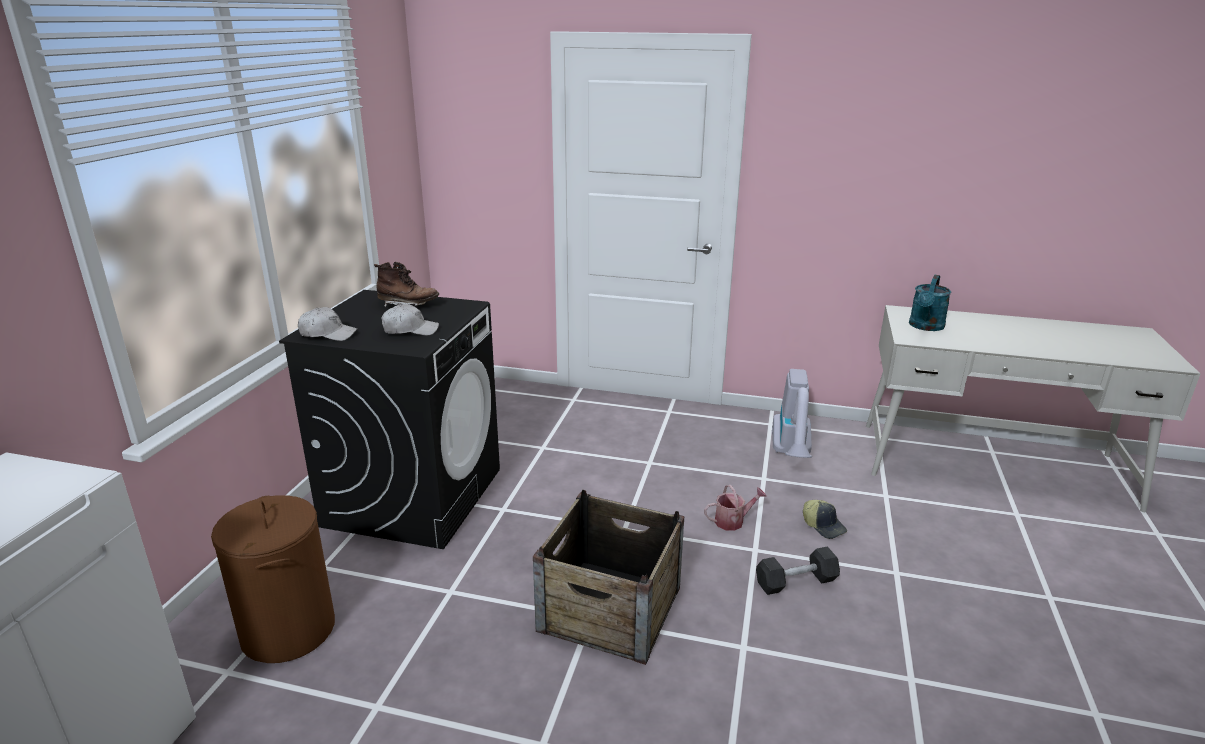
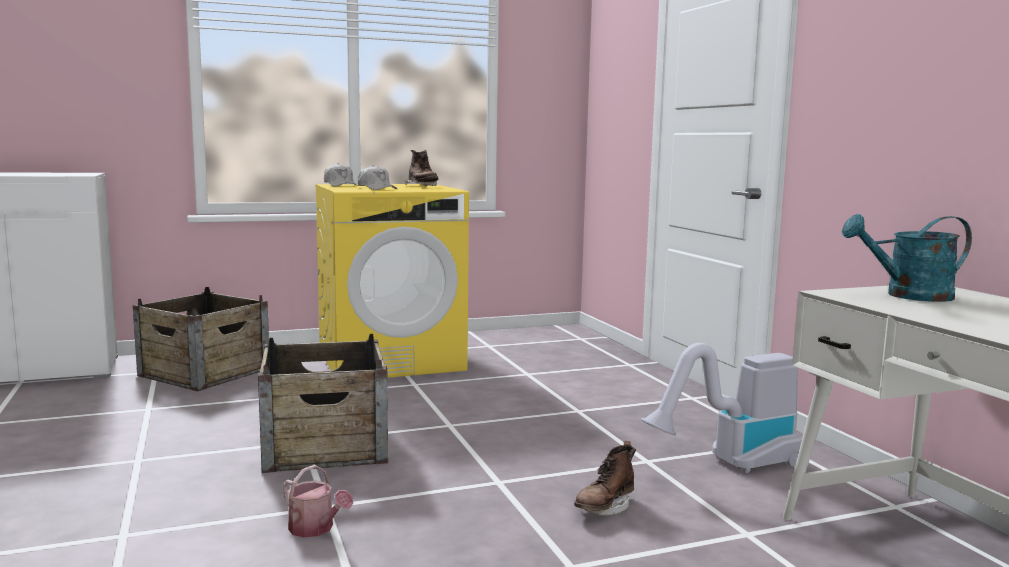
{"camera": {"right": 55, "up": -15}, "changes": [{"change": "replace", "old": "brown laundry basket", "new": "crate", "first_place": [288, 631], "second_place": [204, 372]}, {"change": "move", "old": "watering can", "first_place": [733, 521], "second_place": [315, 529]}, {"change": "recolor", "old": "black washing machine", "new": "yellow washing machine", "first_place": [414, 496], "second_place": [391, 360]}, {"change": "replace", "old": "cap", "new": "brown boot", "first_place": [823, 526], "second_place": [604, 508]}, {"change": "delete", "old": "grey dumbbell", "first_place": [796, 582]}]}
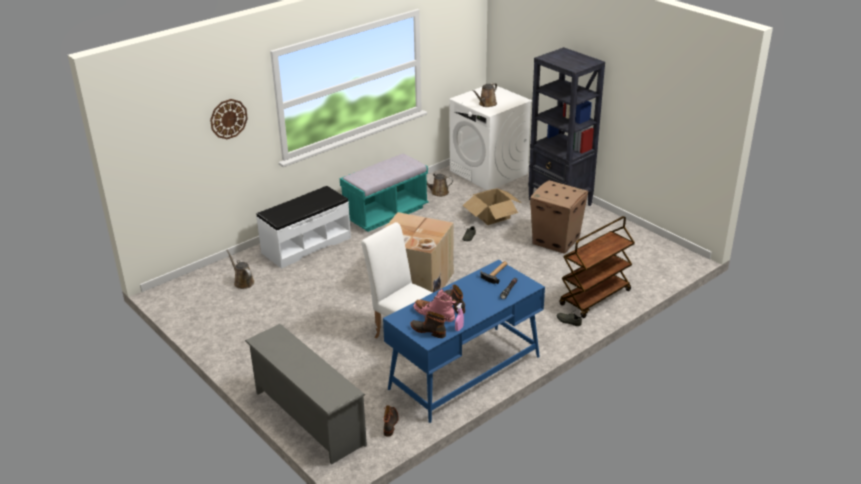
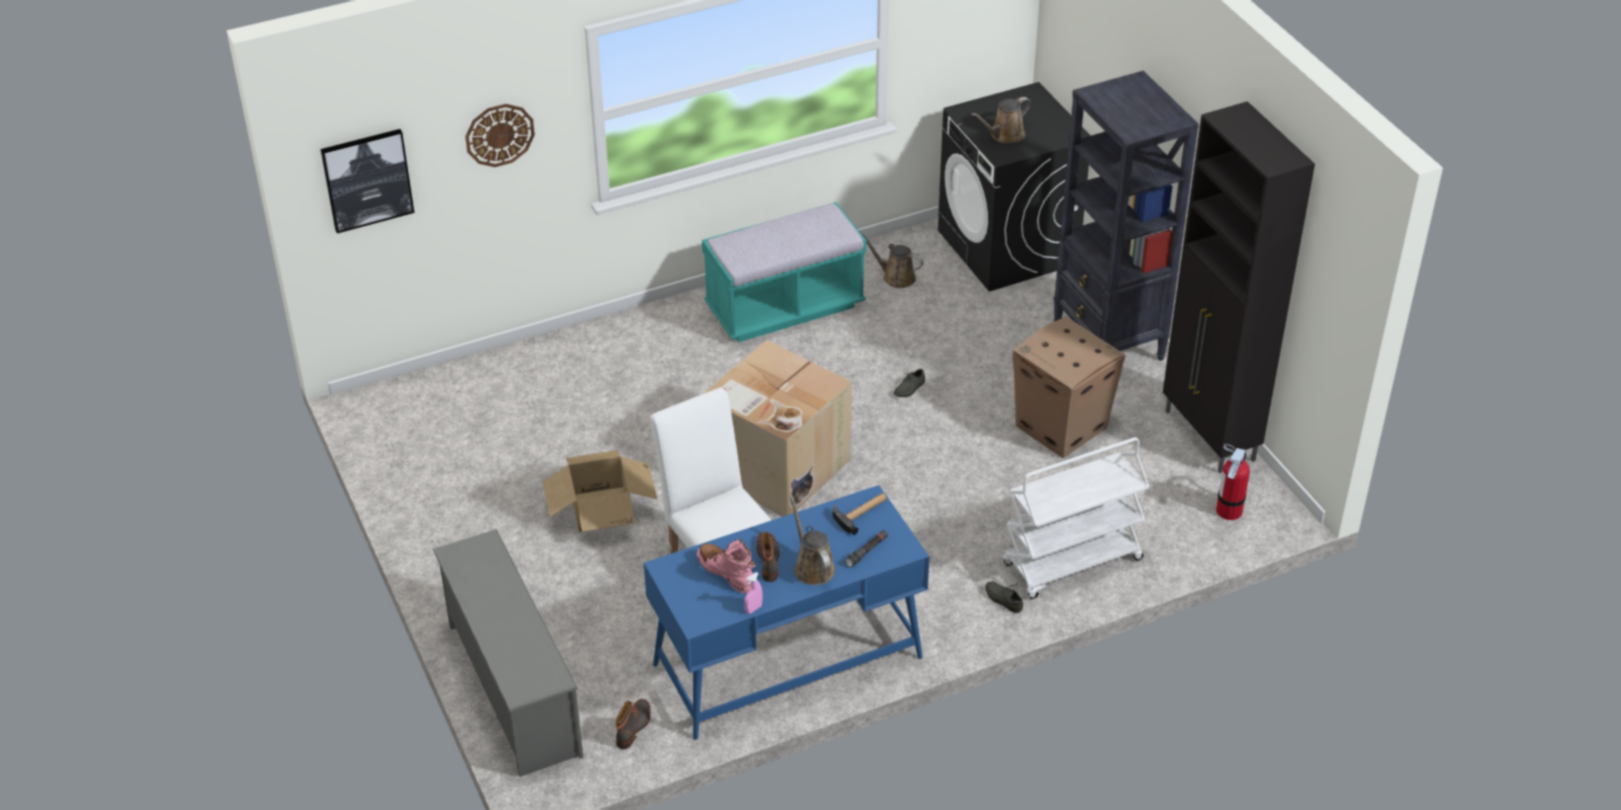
{"camera": {"right": 15, "up": 10}, "changes": [{"change": "insert", "new": "picture", "second_place": [367, 179]}, {"change": "move", "old": "cardboard box", "first_place": [492, 215], "second_place": [602, 509]}, {"change": "move", "old": "brown watering can", "first_place": [243, 282], "second_place": [812, 567]}, {"change": "recolor", "old": "white washing machine", "new": "black washing machine", "first_place": [488, 172], "second_place": [1008, 247]}, {"change": "recolor", "old": "brown cart", "new": "white cart", "first_place": [595, 298], "second_place": [1071, 563]}, {"change": "insert", "new": "black cabinet", "second_place": [1209, 437]}, {"change": "insert", "new": "fire extinguisher", "second_place": [1229, 510]}, {"change": "delete", "old": "white bench", "first_place": [306, 245]}, {"change": "delete", "old": "boot", "first_place": [428, 330]}]}
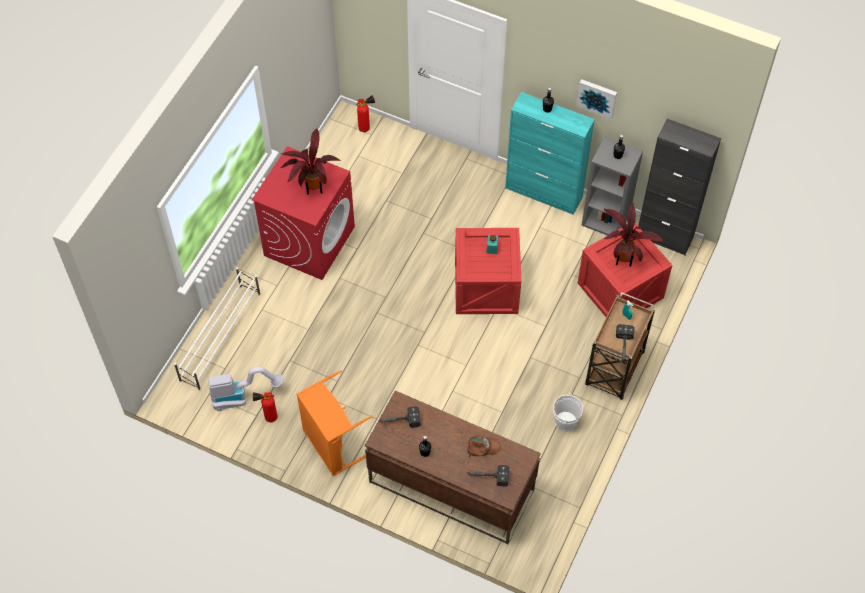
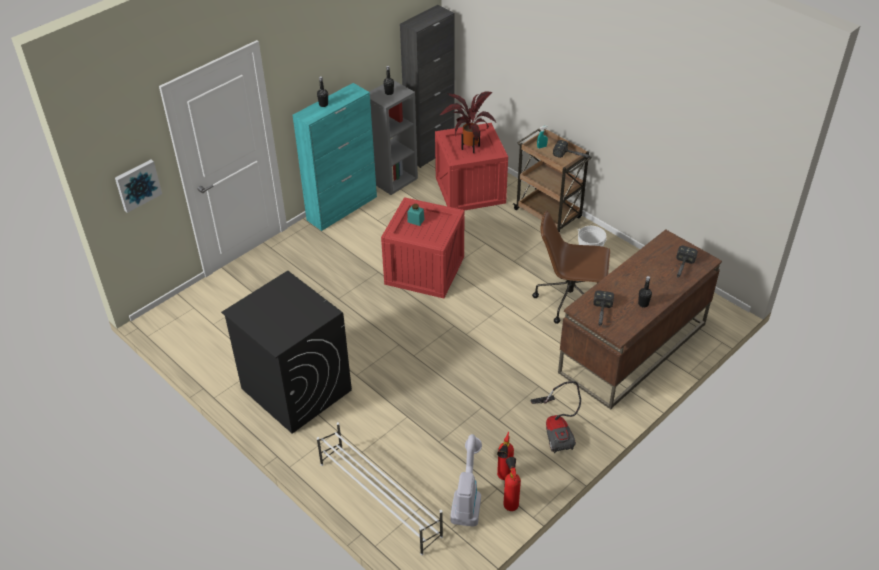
{"camera": {"right": -70, "up": -15}, "changes": [{"change": "move", "old": "picture", "first_place": [597, 97], "second_place": [137, 185]}, {"change": "recolor", "old": "red washing machine", "new": "black washing machine", "first_place": [309, 240], "second_place": [295, 389]}, {"change": "move", "old": "fire extinguisher", "first_place": [366, 128], "second_place": [510, 503]}, {"change": "replace", "old": "orange laundry basket", "new": "vacuum cleaner", "first_place": [332, 445], "second_place": [557, 429]}, {"change": "insert", "new": "brown office chair", "second_place": [570, 300]}, {"change": "delete", "old": "potted plant", "first_place": [312, 187]}, {"change": "delete", "old": "brown cap", "first_place": [482, 447]}]}
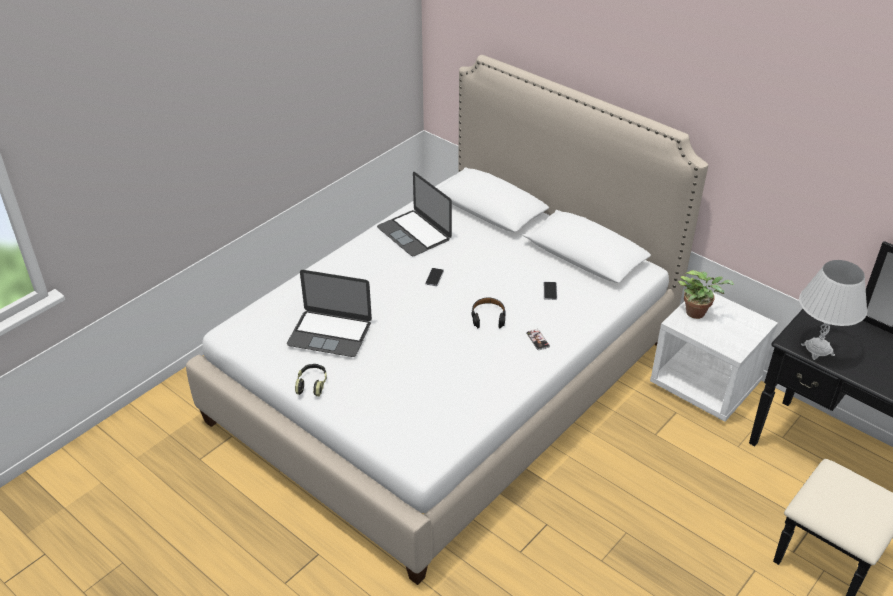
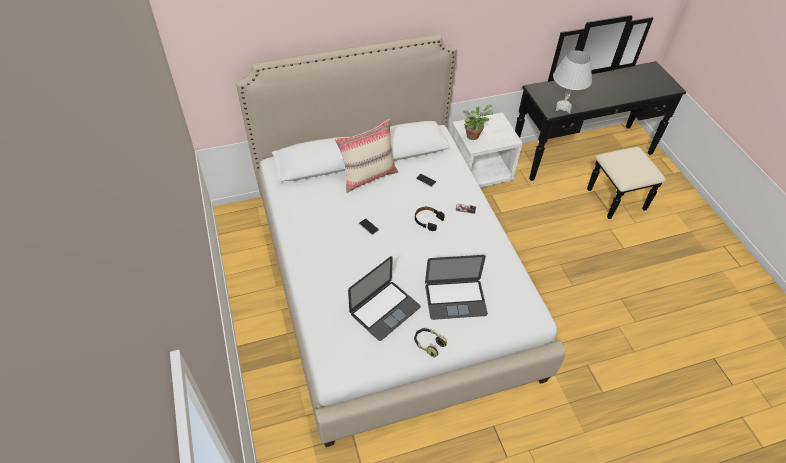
{"camera": {"right": -60, "up": 10}, "changes": [{"change": "insert", "new": "beige pillow", "second_place": [368, 176]}, {"change": "move", "old": "laptop", "first_place": [414, 233], "second_place": [455, 299]}]}
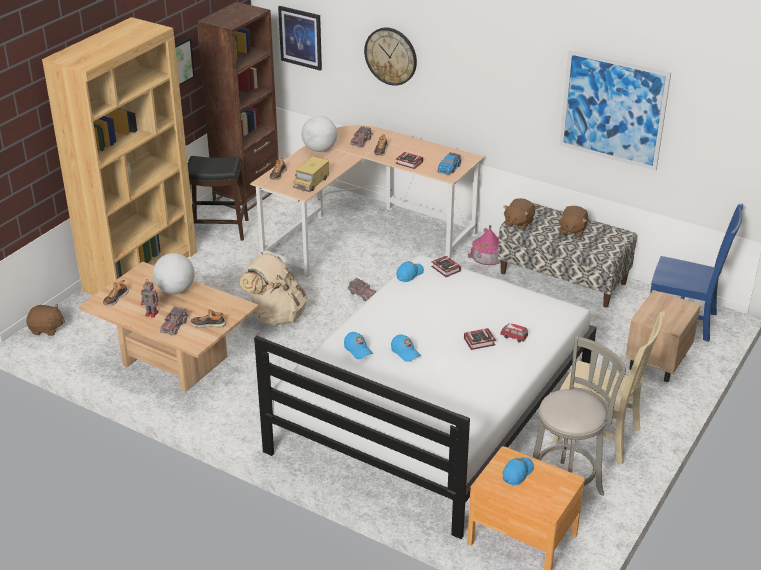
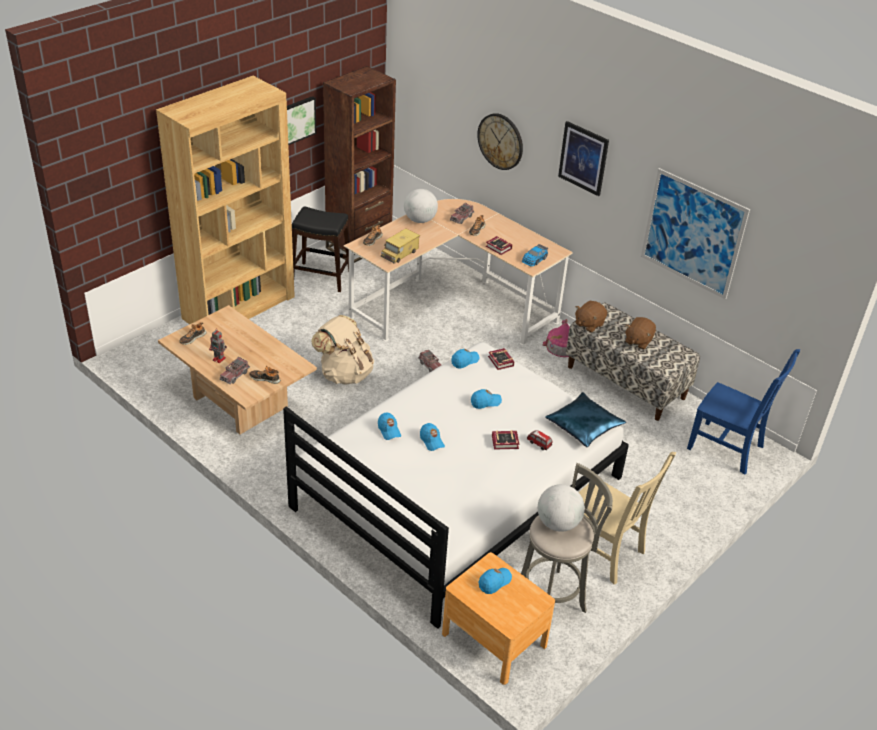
{"camera": {"right": 10, "up": 5}, "changes": [{"change": "insert", "new": "blue cap", "second_place": [485, 402]}, {"change": "move", "old": "globe", "first_place": [175, 290], "second_place": [558, 523]}, {"change": "insert", "new": "blue pillow", "second_place": [583, 425]}, {"change": "move", "old": "picture", "first_place": [300, 37], "second_place": [583, 158]}, {"change": "delete", "old": "brown plush toy", "first_place": [46, 329]}, {"change": "delete", "old": "beige nightstand", "first_place": [657, 362]}]}
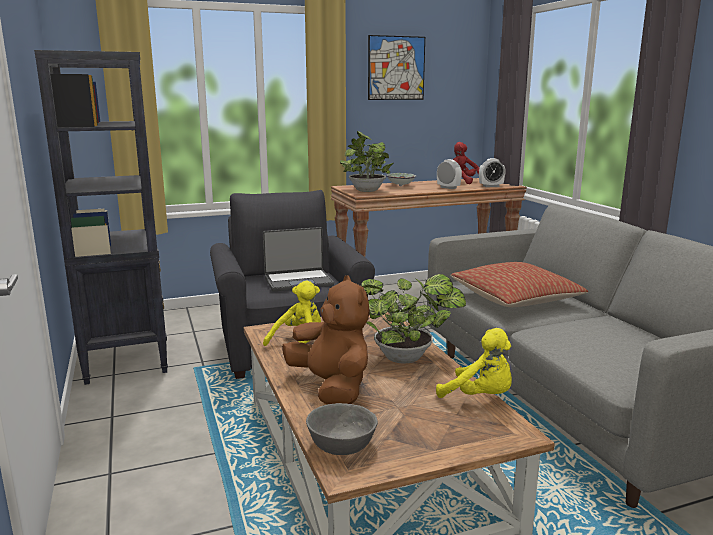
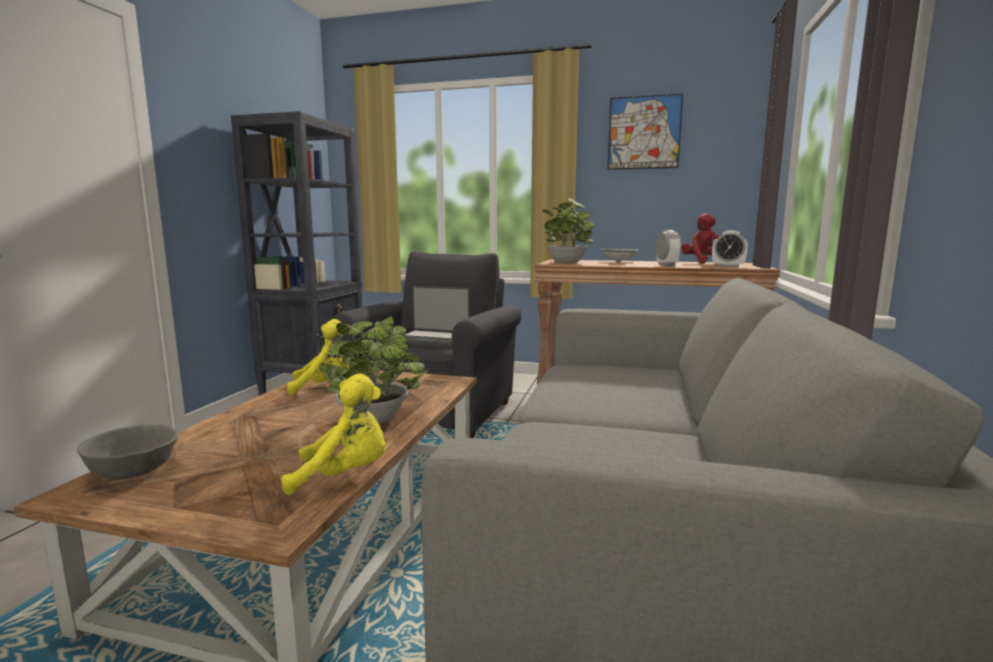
{"camera": {"right": 35, "up": -5}, "changes": [{"change": "rotate", "old": "yellow plush toy", "first_place": [480, 397], "second_place": [345, 476], "degrees": -75}, {"change": "delete", "old": "brown plush toy", "first_place": [332, 388]}, {"change": "delete", "old": "pillow", "first_place": [515, 299]}]}
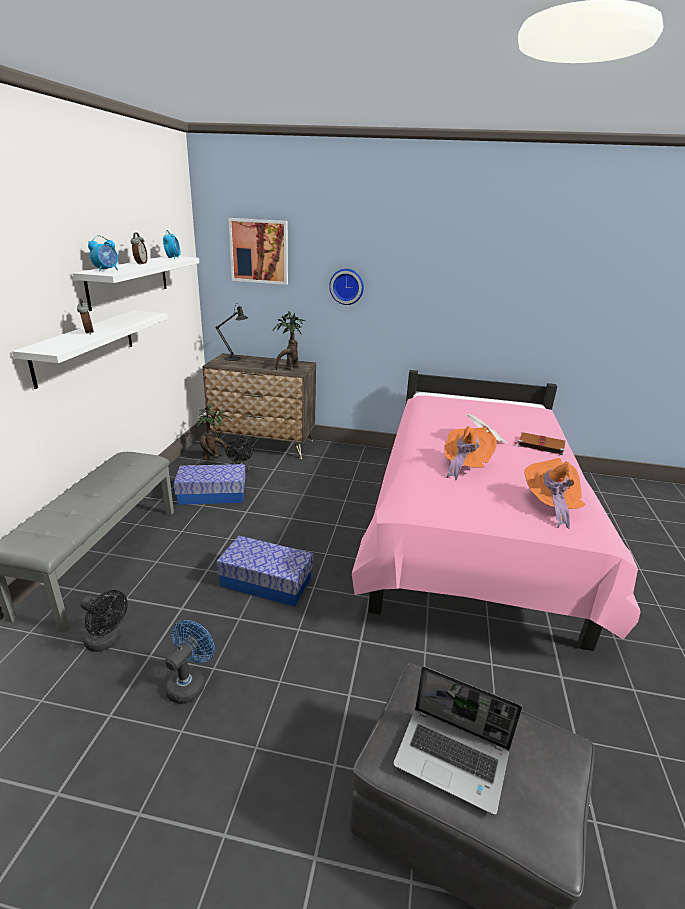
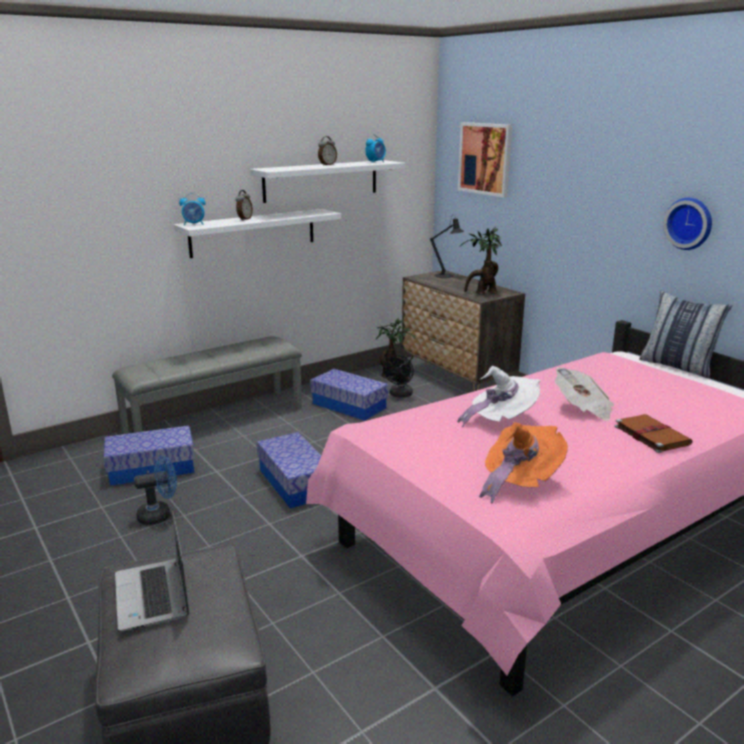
{"camera": {"right": 45, "up": -5}, "changes": [{"change": "replace", "old": "black fan", "new": "storage box", "first_place": [107, 641], "second_place": [152, 468]}, {"change": "move", "old": "alarm clock", "first_place": [106, 270], "second_place": [194, 224]}, {"change": "recolor", "old": "orange hat", "new": "white hat", "first_place": [464, 465], "second_place": [501, 420]}, {"change": "insert", "new": "pillow", "second_place": [677, 366]}, {"change": "move", "old": "wall clock", "first_place": [347, 286], "second_place": [689, 223]}]}
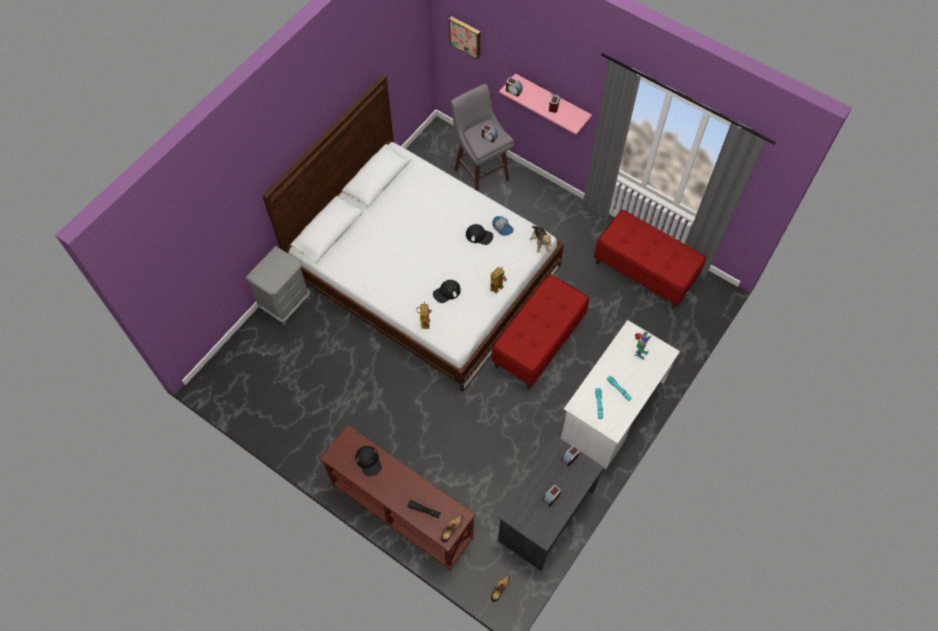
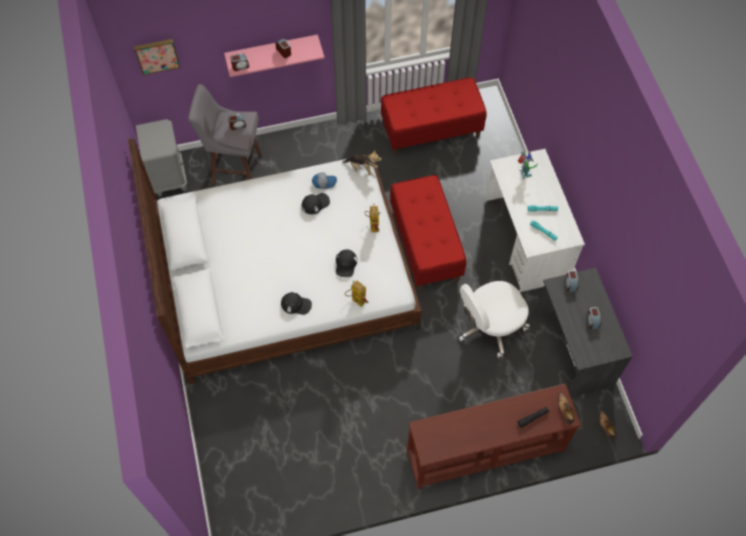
{"camera": {"right": -50, "up": 0}, "changes": [{"change": "move", "old": "grey nightstand", "first_place": [286, 303], "second_place": [169, 177]}, {"change": "move", "old": "black cap", "first_place": [369, 461], "second_place": [296, 304]}, {"change": "insert", "new": "white office chair", "second_place": [490, 326]}]}
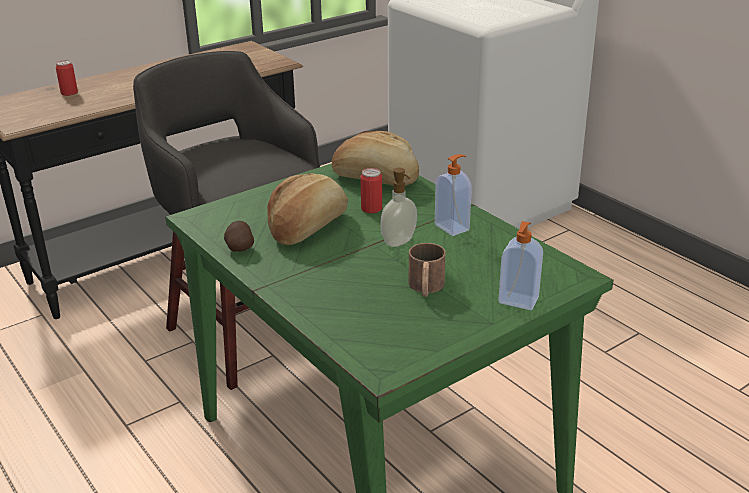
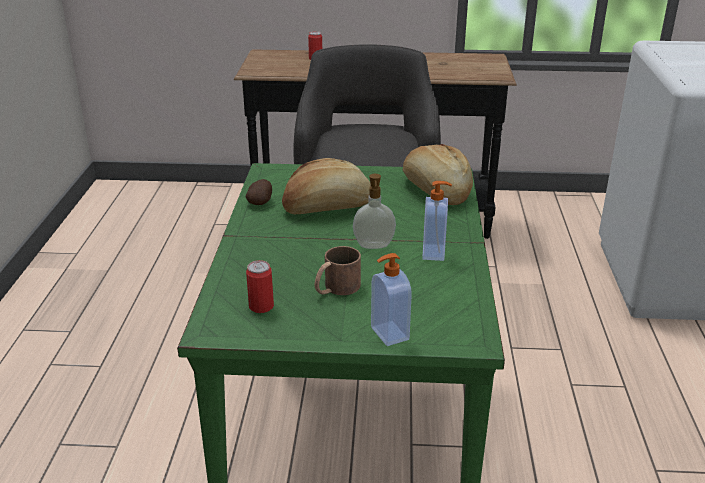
{"camera": {"right": 40, "up": 0}, "changes": [{"change": "move", "old": "can", "first_place": [371, 208], "second_place": [261, 306]}]}
